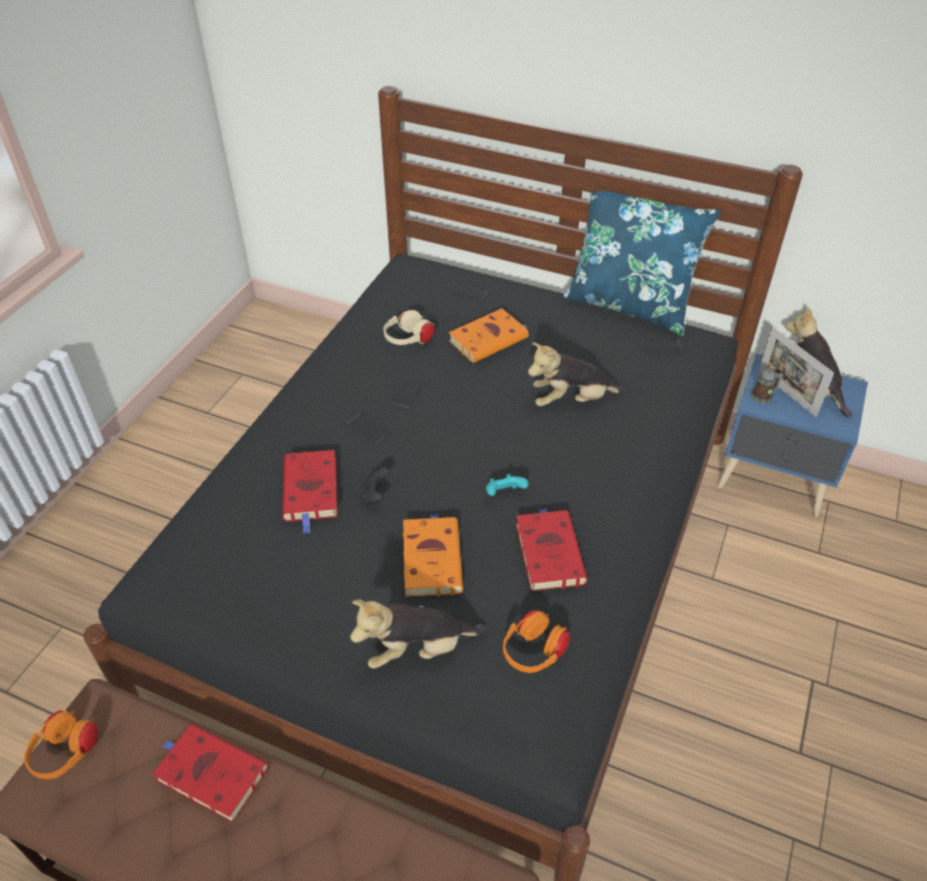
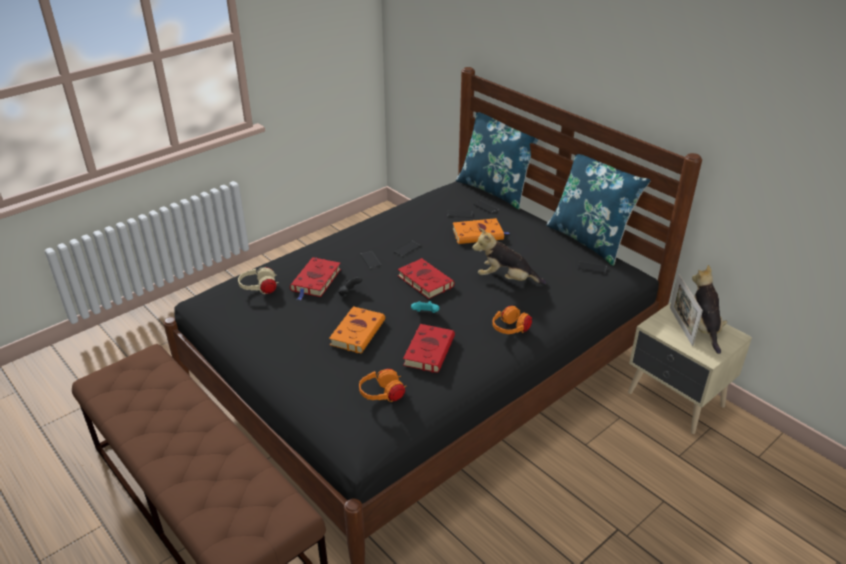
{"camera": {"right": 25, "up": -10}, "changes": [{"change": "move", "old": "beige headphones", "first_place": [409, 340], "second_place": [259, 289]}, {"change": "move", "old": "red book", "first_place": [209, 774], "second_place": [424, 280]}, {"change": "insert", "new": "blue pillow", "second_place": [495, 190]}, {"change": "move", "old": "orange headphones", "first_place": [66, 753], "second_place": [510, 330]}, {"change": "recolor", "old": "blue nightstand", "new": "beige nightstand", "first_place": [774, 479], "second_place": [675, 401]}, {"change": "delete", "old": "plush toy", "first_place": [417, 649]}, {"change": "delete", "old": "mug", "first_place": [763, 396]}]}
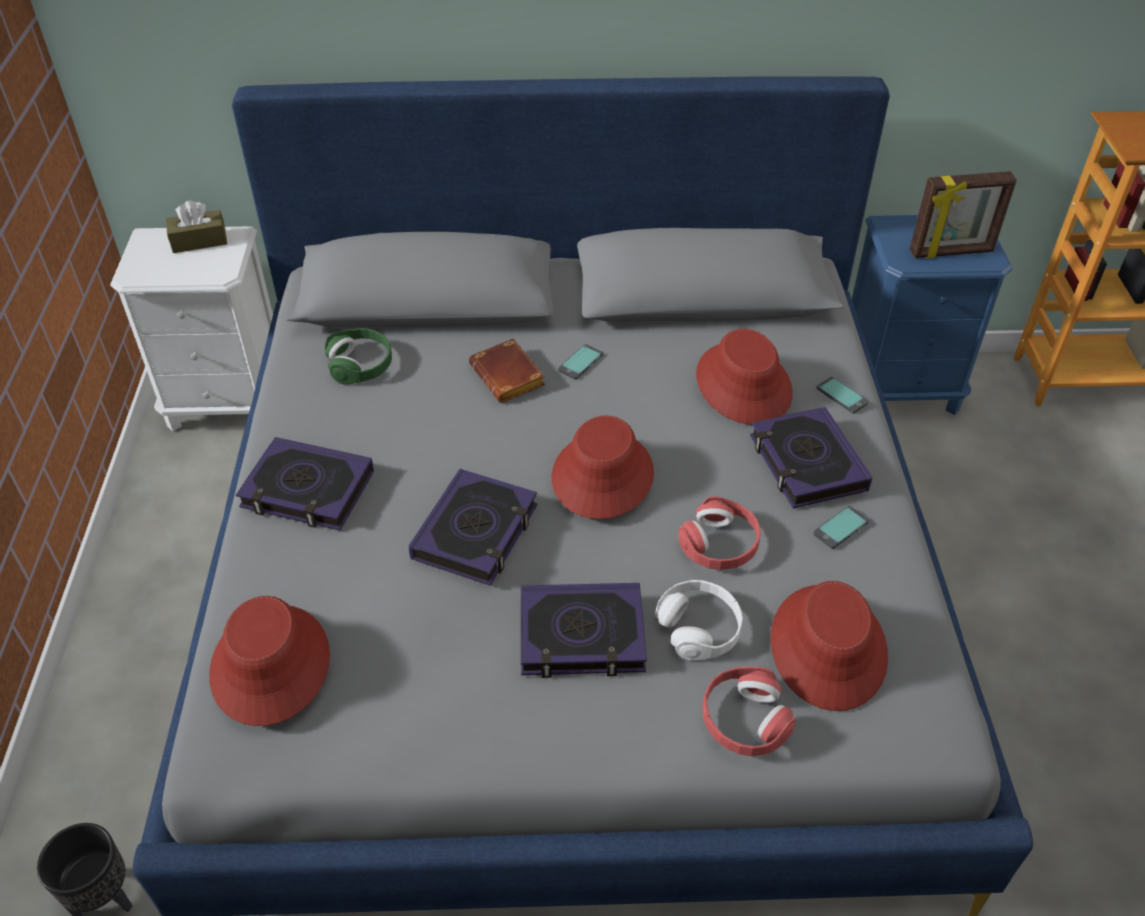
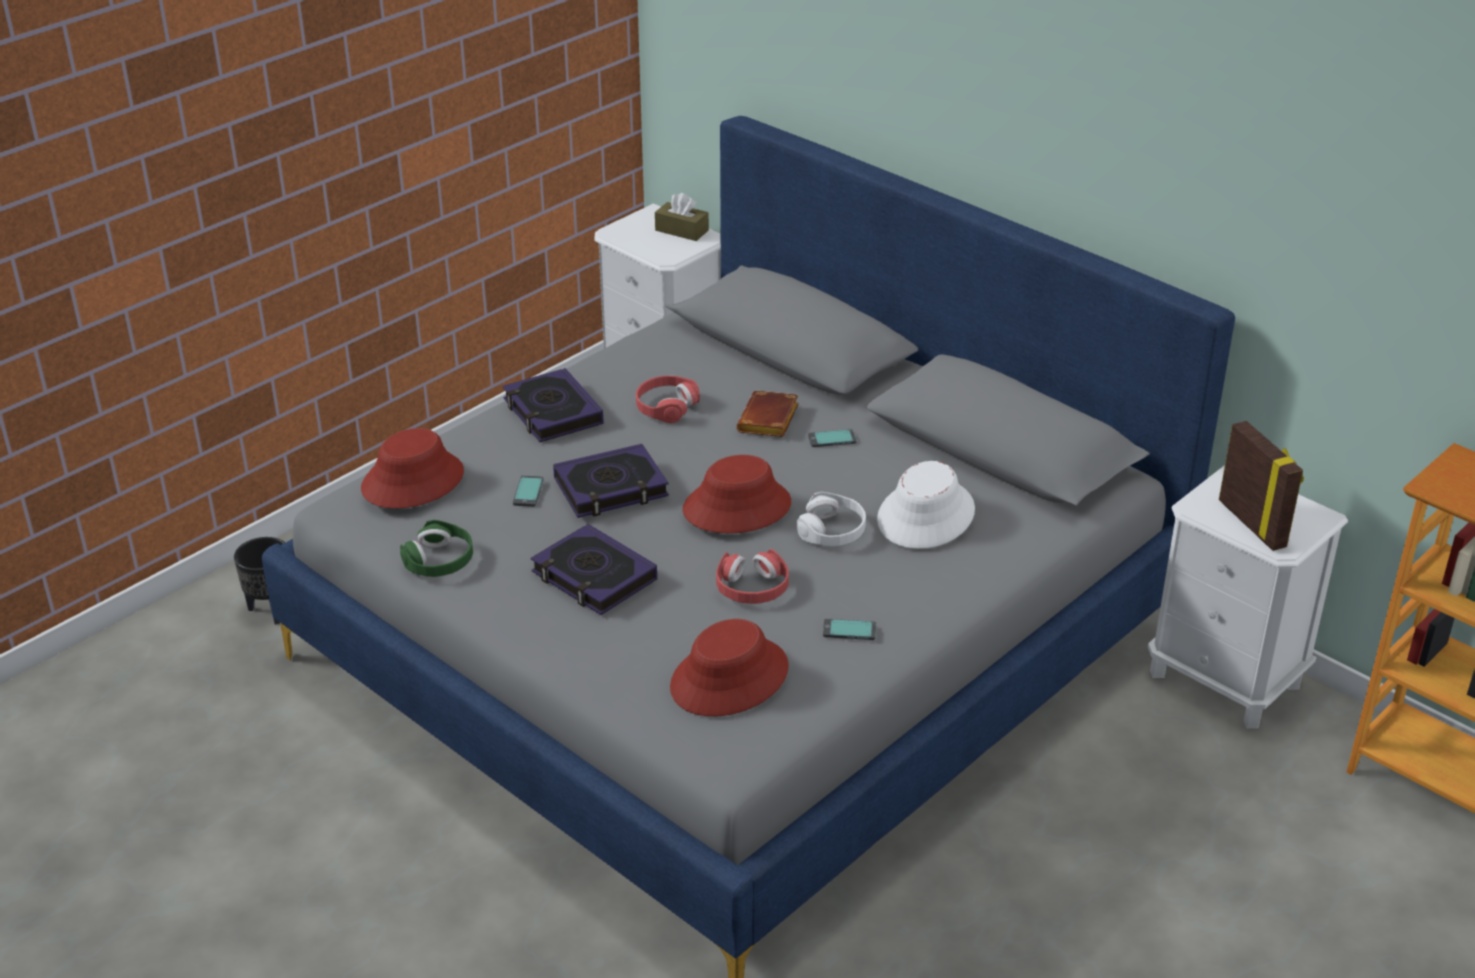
{"camera": {"right": 45, "up": -10}, "changes": [{"change": "move", "old": "green headphones", "first_place": [360, 364], "second_place": [439, 560]}, {"change": "move", "old": "phone", "first_place": [842, 395], "second_place": [528, 492]}, {"change": "move", "old": "red headphones", "first_place": [744, 719], "second_place": [666, 406]}, {"change": "move", "old": "white headphones", "first_place": [699, 627], "second_place": [832, 530]}, {"change": "recolor", "old": "red hat", "new": "white hat", "first_place": [744, 384], "second_place": [926, 515]}, {"change": "recolor", "old": "blue nightstand", "new": "white nightstand", "first_place": [898, 387], "second_place": [1225, 679]}, {"change": "rotate", "old": "picture frame", "first_place": [951, 252], "second_place": [1253, 524], "degrees": -150}, {"change": "delete", "old": "book", "first_place": [807, 463]}]}
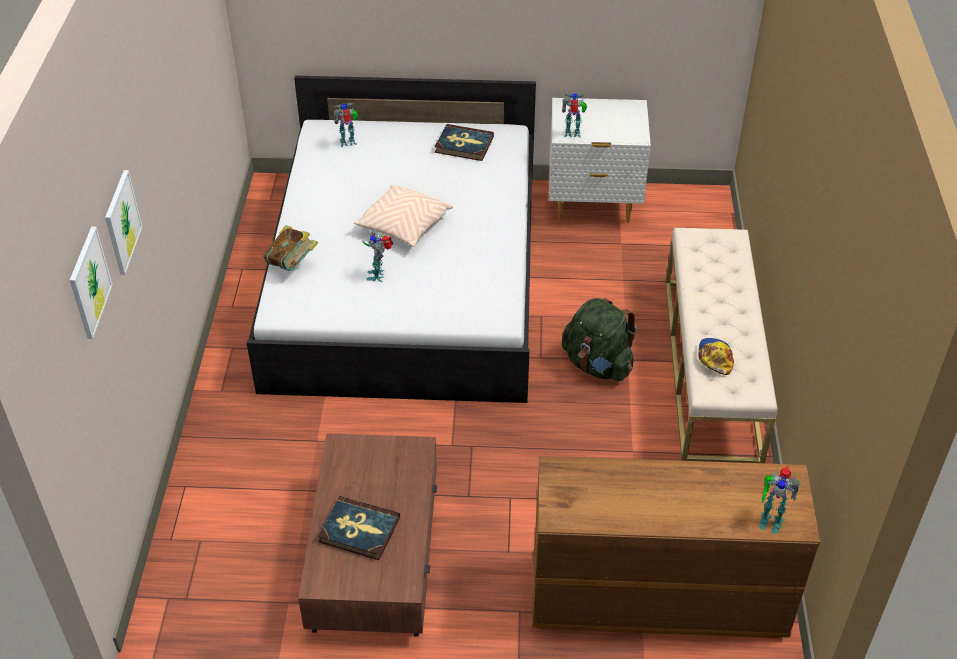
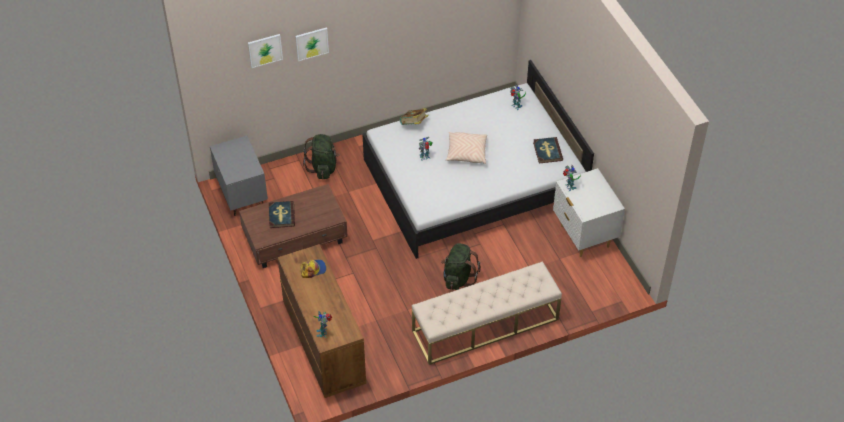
{"camera": {"right": 65, "up": 5}, "changes": [{"change": "insert", "new": "grey nightstand", "second_place": [242, 195]}, {"change": "move", "old": "cap", "first_place": [715, 357], "second_place": [313, 269]}, {"change": "insert", "new": "green backpack", "second_place": [323, 167]}]}
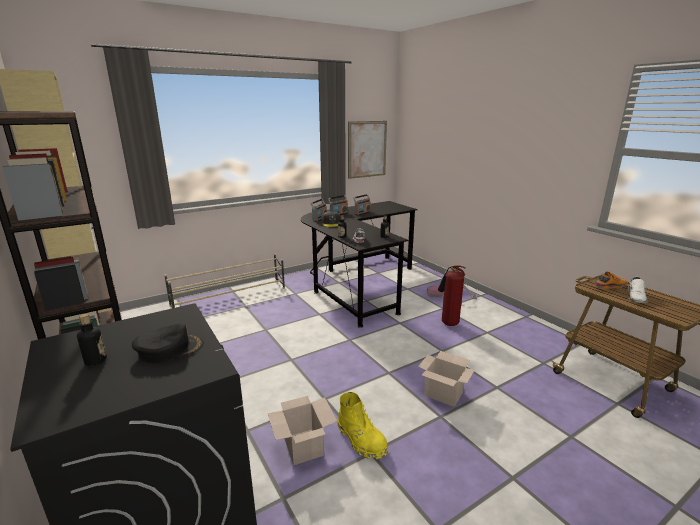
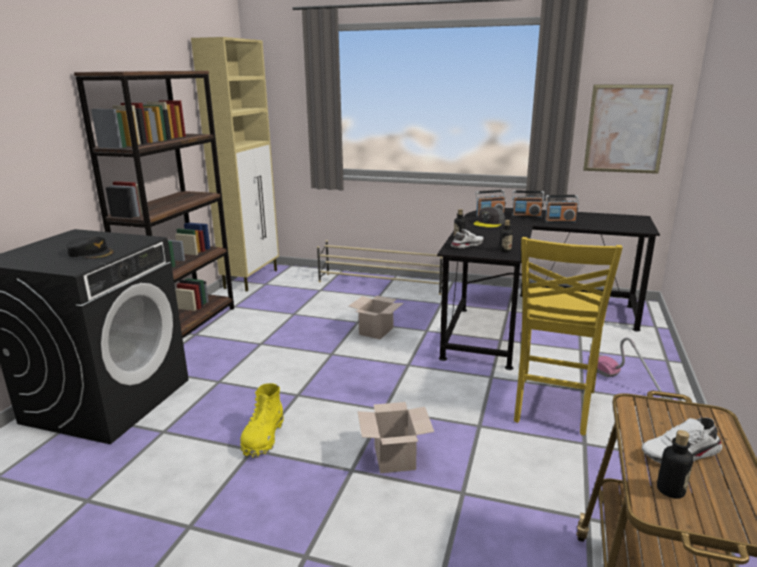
{"camera": {"right": 50, "up": 0}, "changes": [{"change": "move", "old": "cardboard box", "first_place": [302, 446], "second_place": [376, 330]}, {"change": "replace", "old": "fire extinguisher", "new": "yellow chair", "first_place": [448, 323], "second_place": [552, 406]}, {"change": "move", "old": "bottle", "first_place": [95, 361], "second_place": [670, 490]}, {"change": "delete", "old": "orange shoe", "first_place": [608, 286]}]}
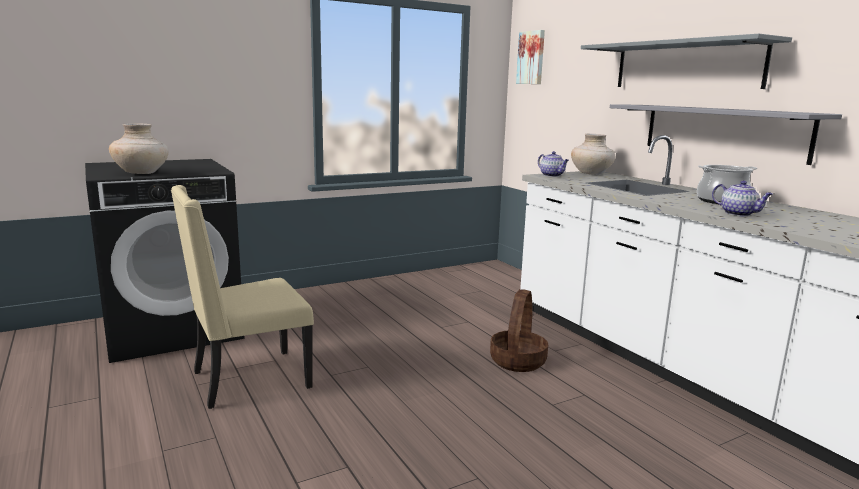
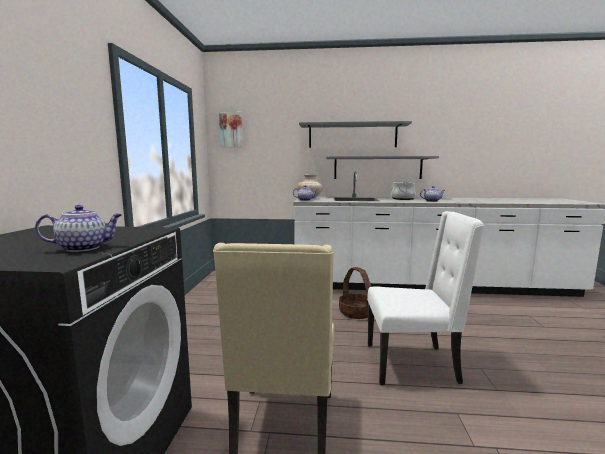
{"camera": {"right": -55, "up": -5}, "changes": [{"change": "replace", "old": "beige vase", "new": "teapot", "first_place": [142, 173], "second_place": [84, 248]}, {"change": "insert", "new": "white chair", "second_place": [413, 363]}]}
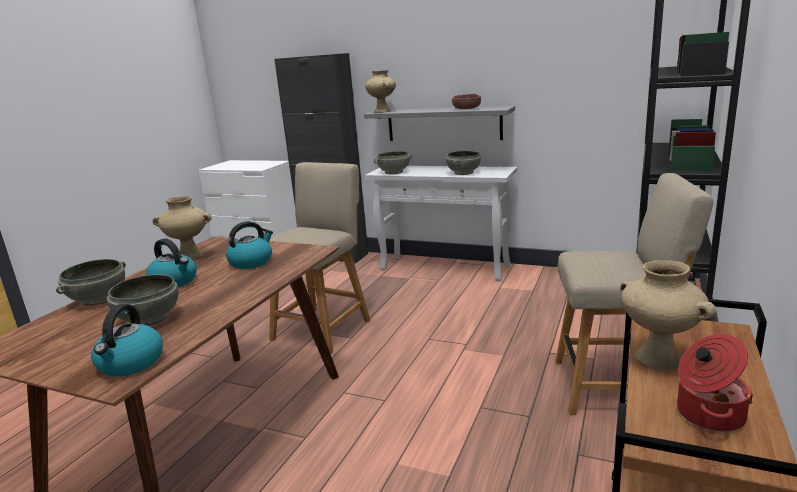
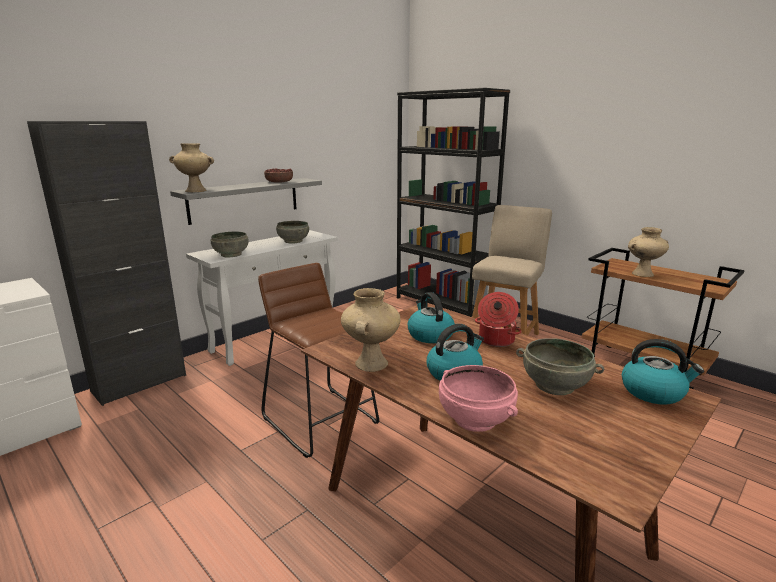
{"camera": {"right": -70, "up": 0}, "changes": [{"change": "replace", "old": "beige chair", "new": "brown stool", "first_place": [324, 328], "second_place": [321, 420]}, {"change": "recolor", "old": "grey bowl", "new": "pink bowl", "first_place": [98, 299], "second_place": [474, 419]}, {"change": "move", "old": "cooking pot", "first_place": [707, 414], "second_place": [495, 340]}]}
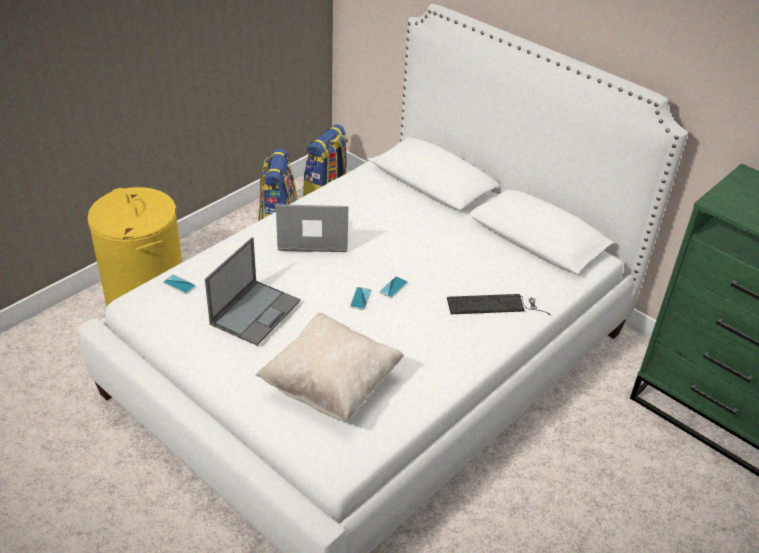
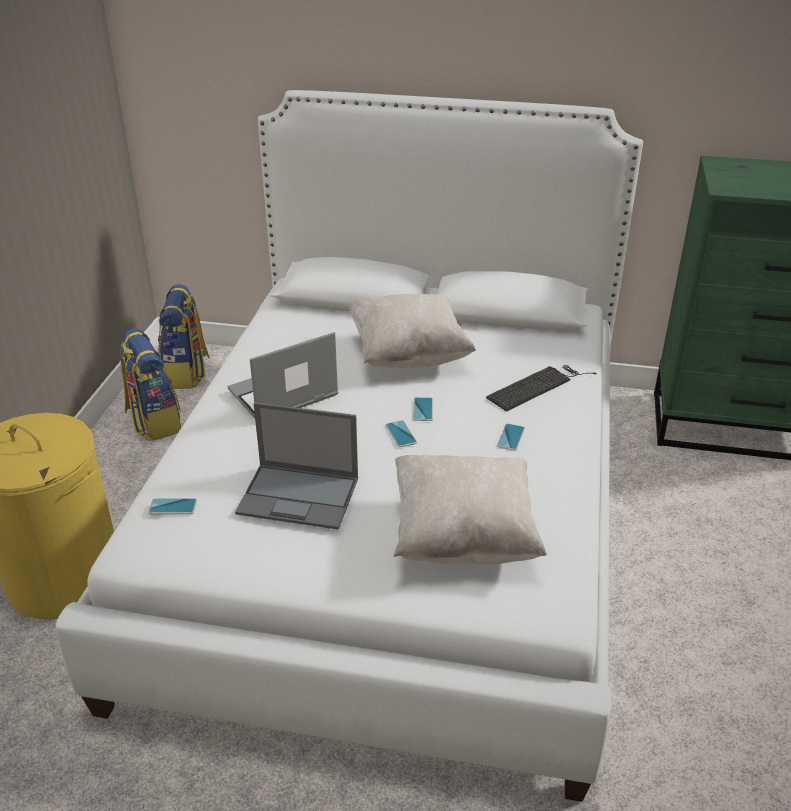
{"camera": {"right": -30, "up": -5}, "changes": [{"change": "rotate", "old": "laptop", "first_place": [256, 311], "second_place": [300, 496], "degrees": 105}, {"change": "insert", "new": "beige pillow", "second_place": [408, 355]}, {"change": "insert", "new": "phone", "second_place": [511, 437]}]}
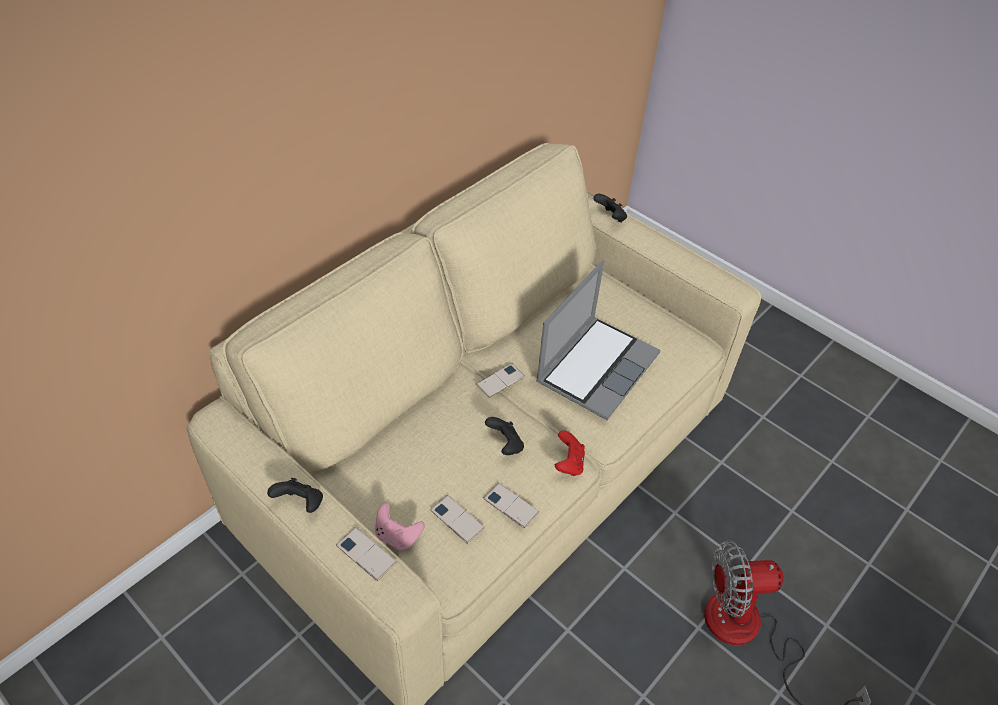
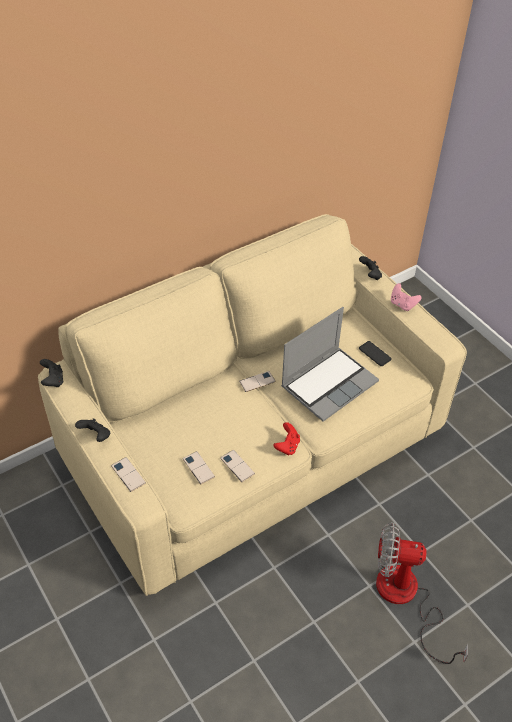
{"camera": {"right": 15, "up": 0}, "changes": [{"change": "move", "old": "black game controller", "first_place": [505, 445], "second_place": [53, 380]}, {"change": "insert", "new": "phone", "second_place": [374, 354]}, {"change": "move", "old": "pink game controller", "first_place": [397, 536], "second_place": [402, 305]}]}
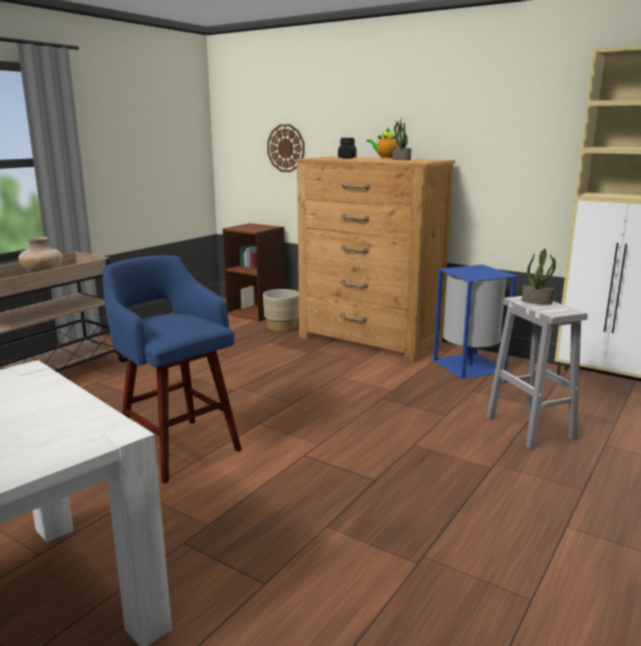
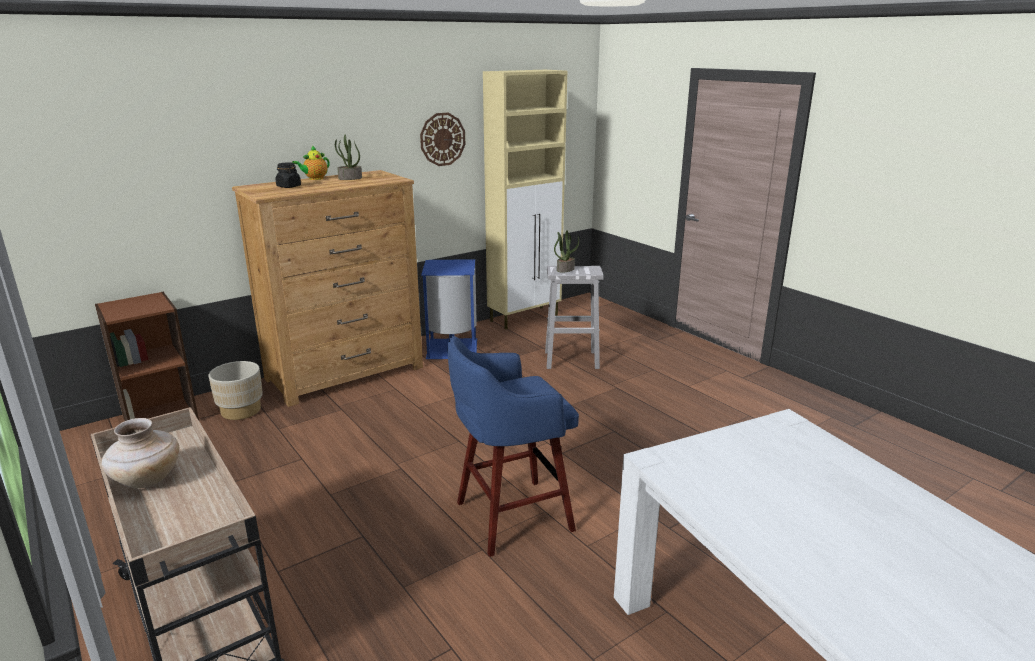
{"camera": {"right": -70, "up": 5}, "changes": [{"change": "move", "old": "wall clock", "first_place": [286, 148], "second_place": [442, 139]}]}
